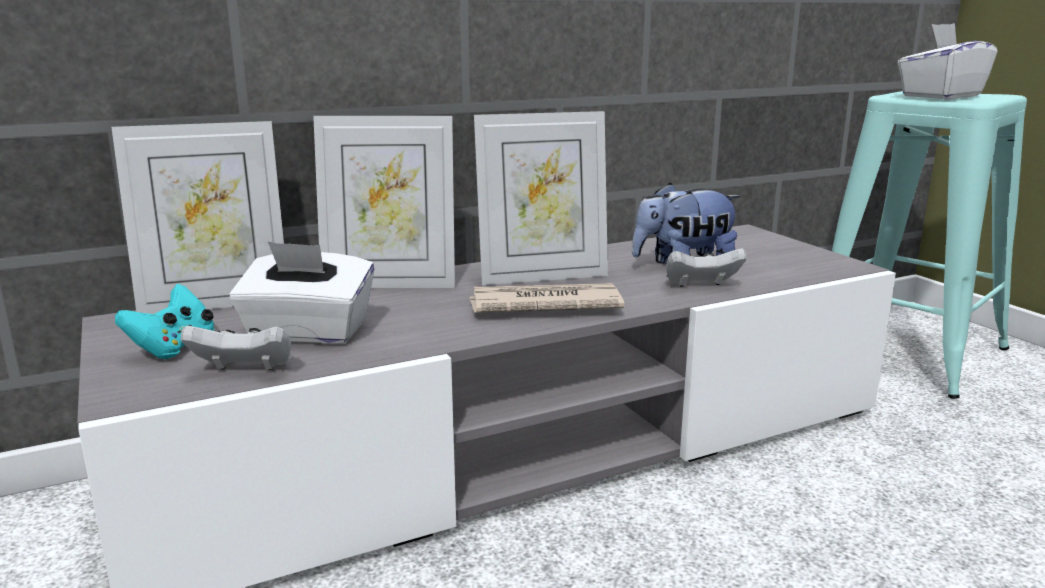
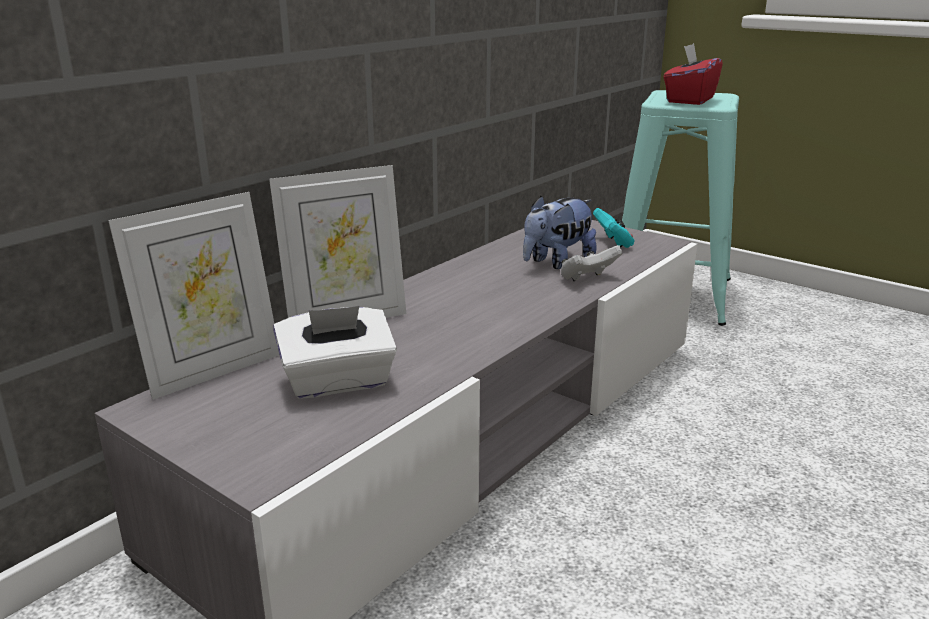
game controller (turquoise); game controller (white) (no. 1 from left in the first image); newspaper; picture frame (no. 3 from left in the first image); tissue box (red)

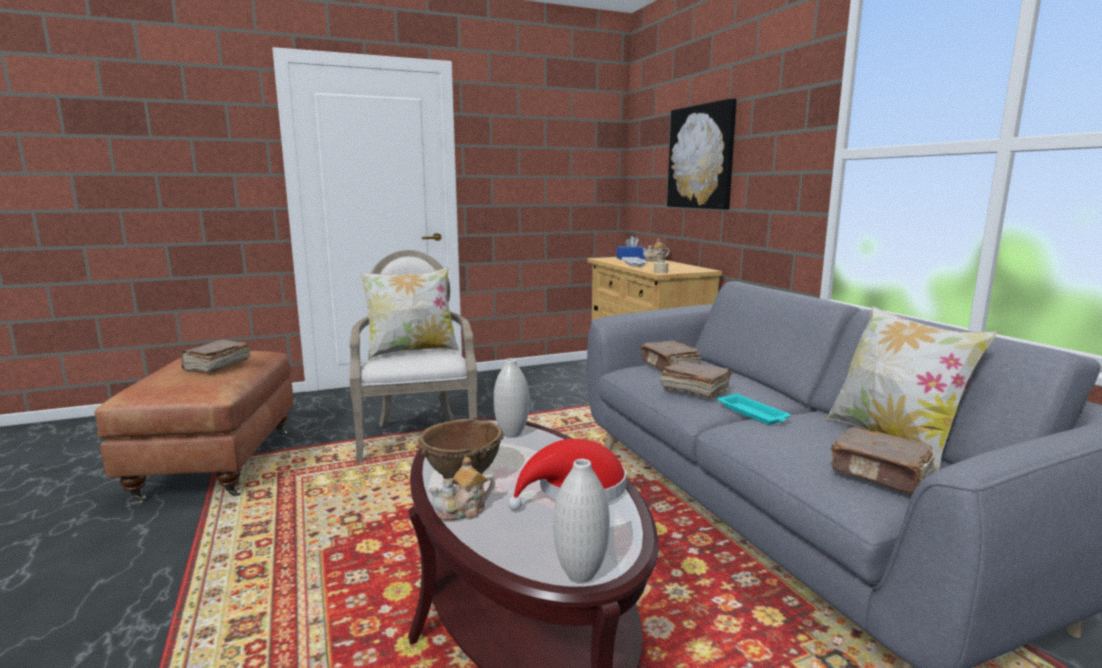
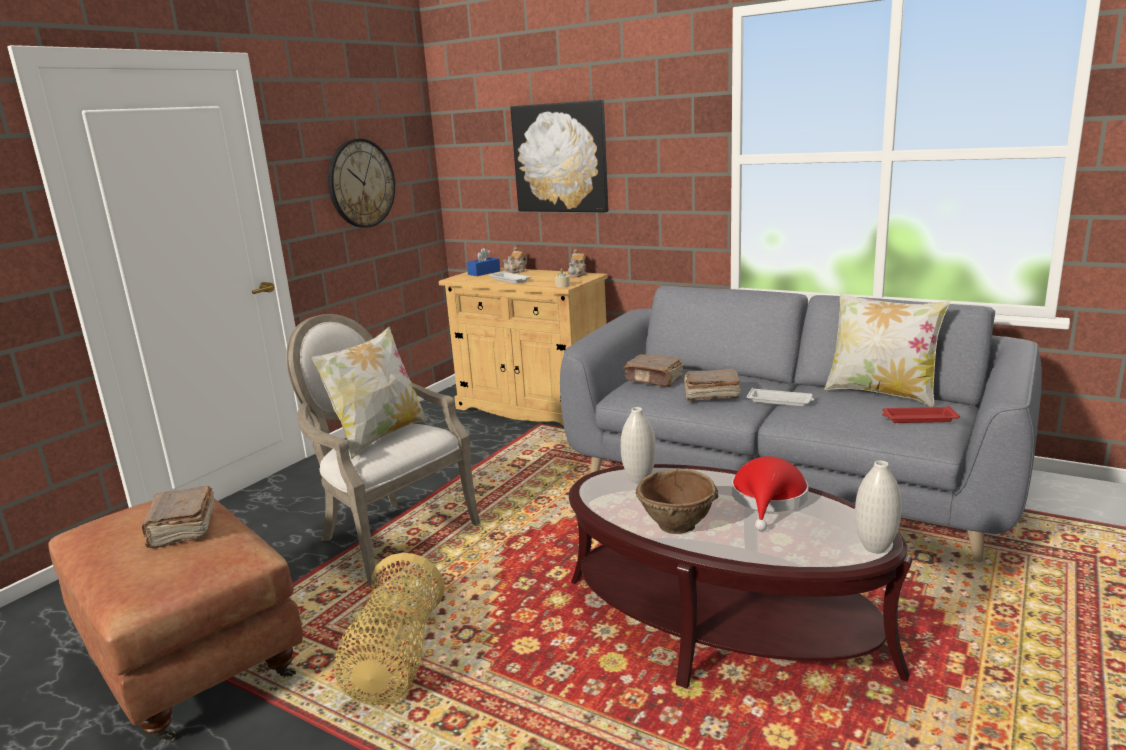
teapot (no. 2 from left); tray (white) (no. 2 from left); tray (red); wall clock; basket

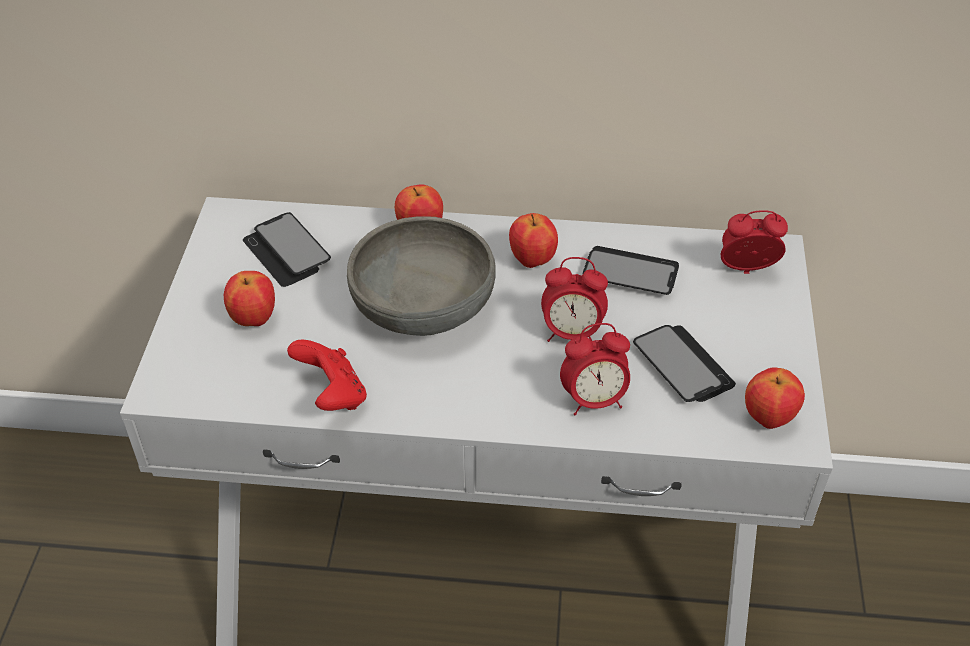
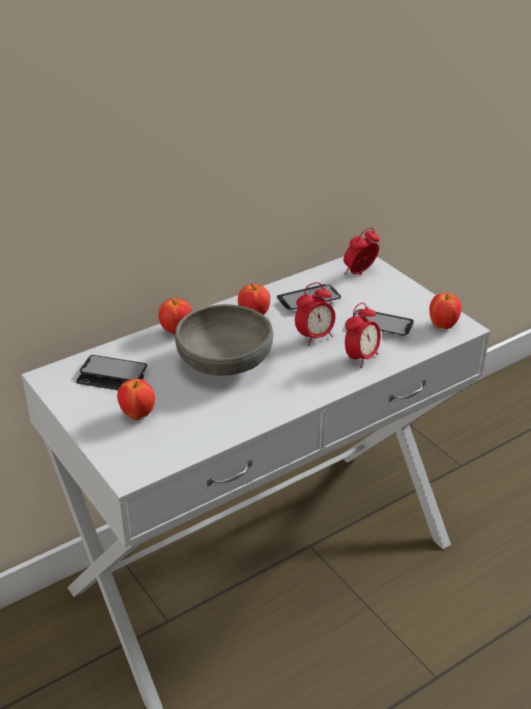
game controller (red)

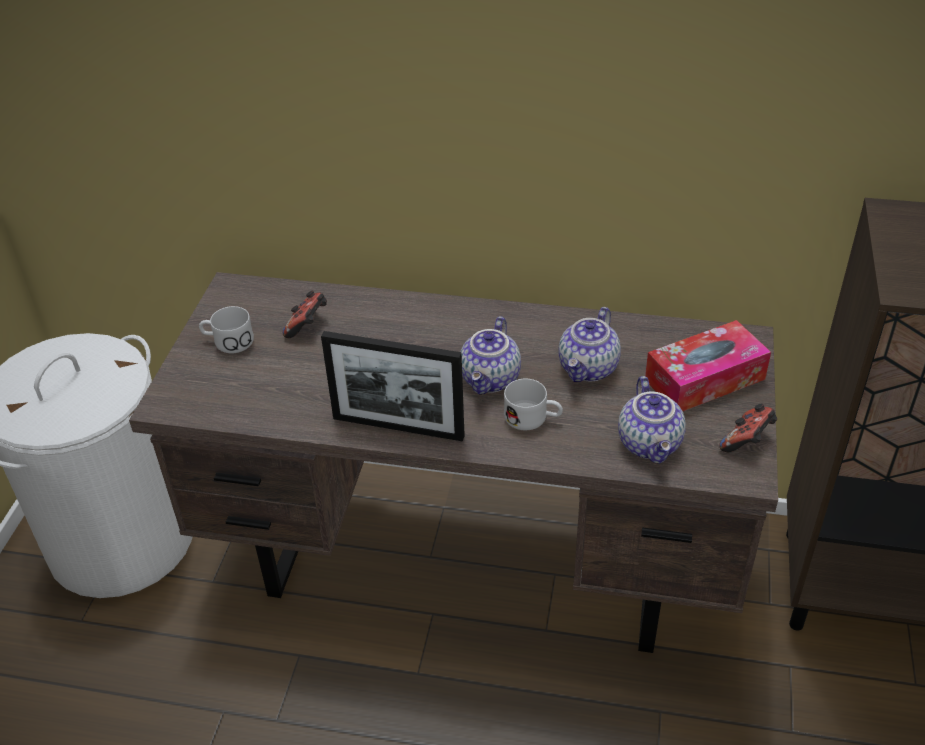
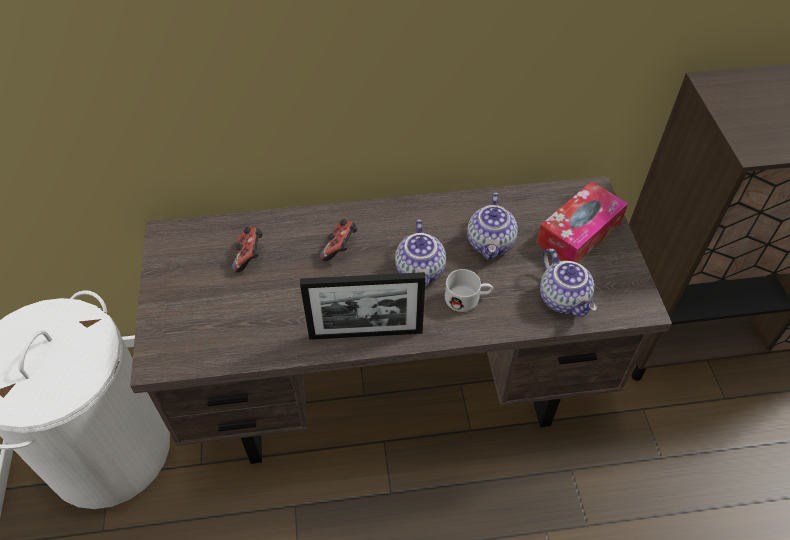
mug (white) (no. 1 from left in the first image); game controller (no. 2 from left)

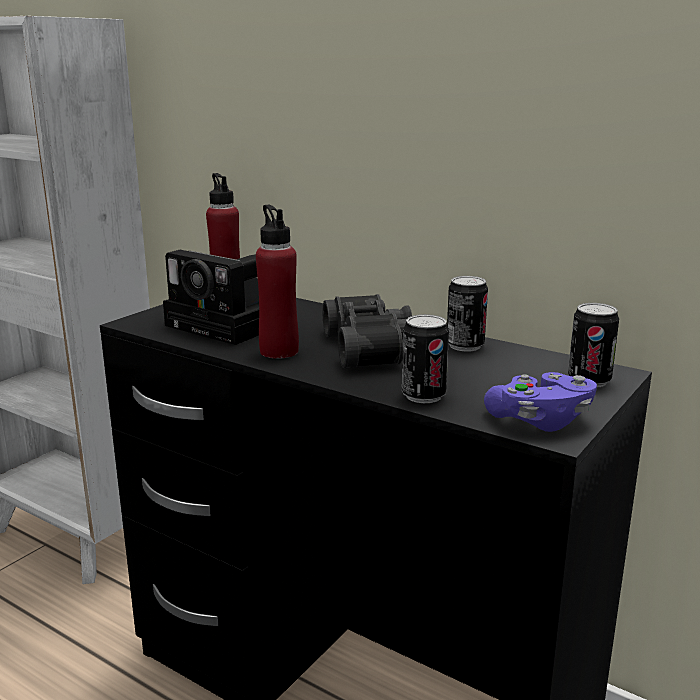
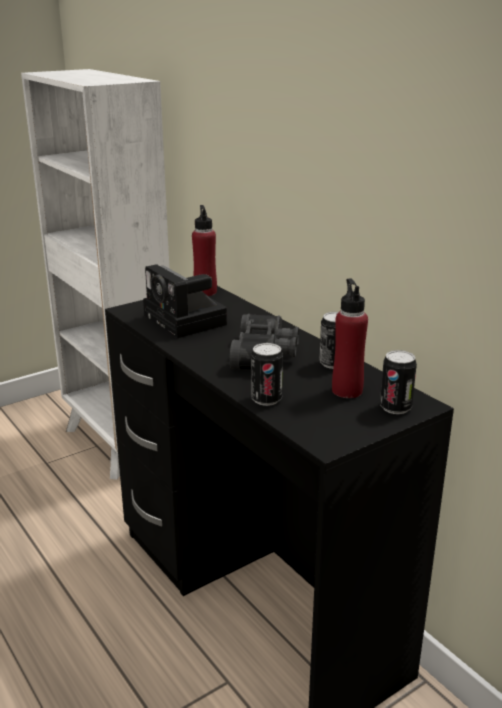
bottle (red) (no. 2 from left); game controller (purple)

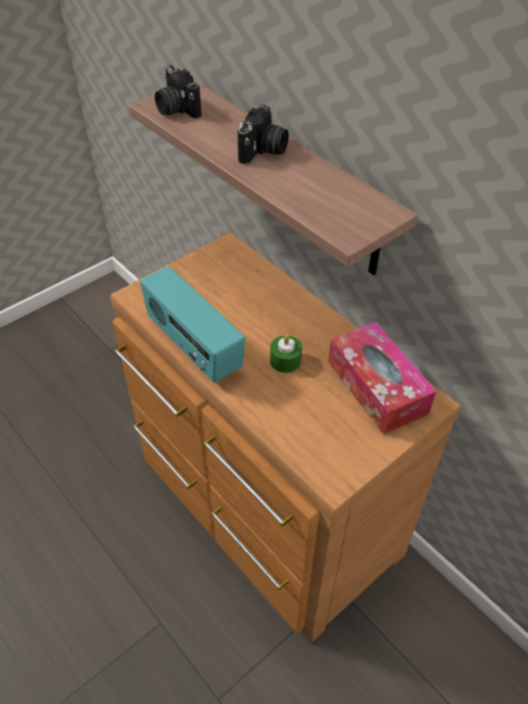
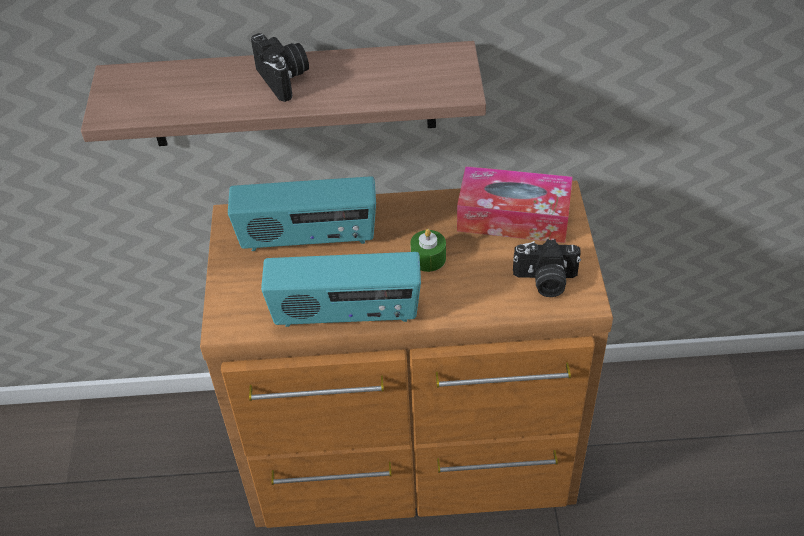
photo camera (no. 2 from left); radio (no. 1 from left)

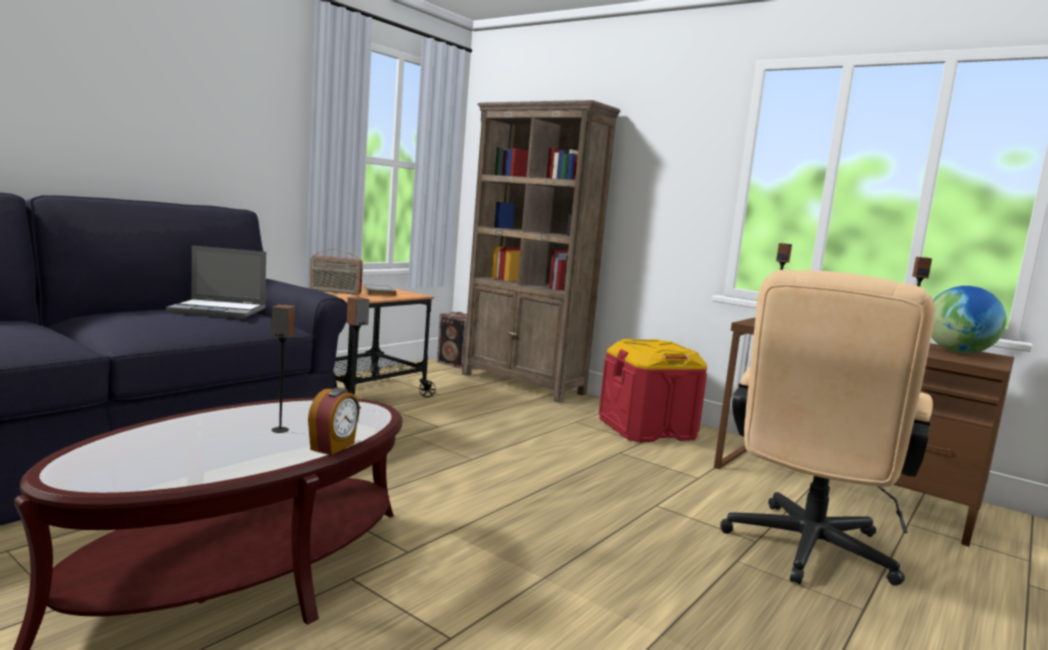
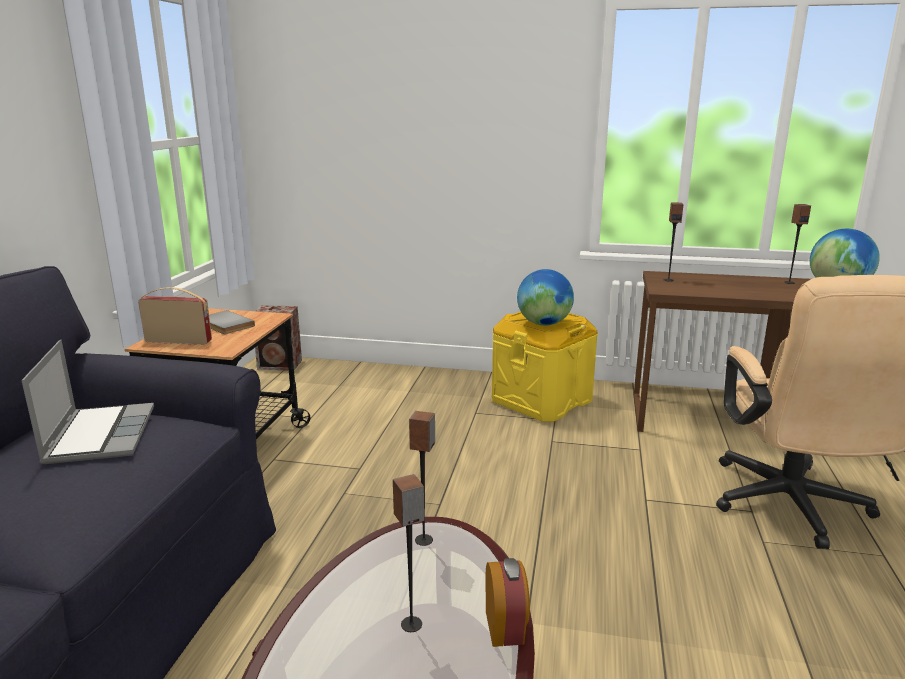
laptop; radio; bookcase (brown); storage box (yellow); globe (no. 1 from left)

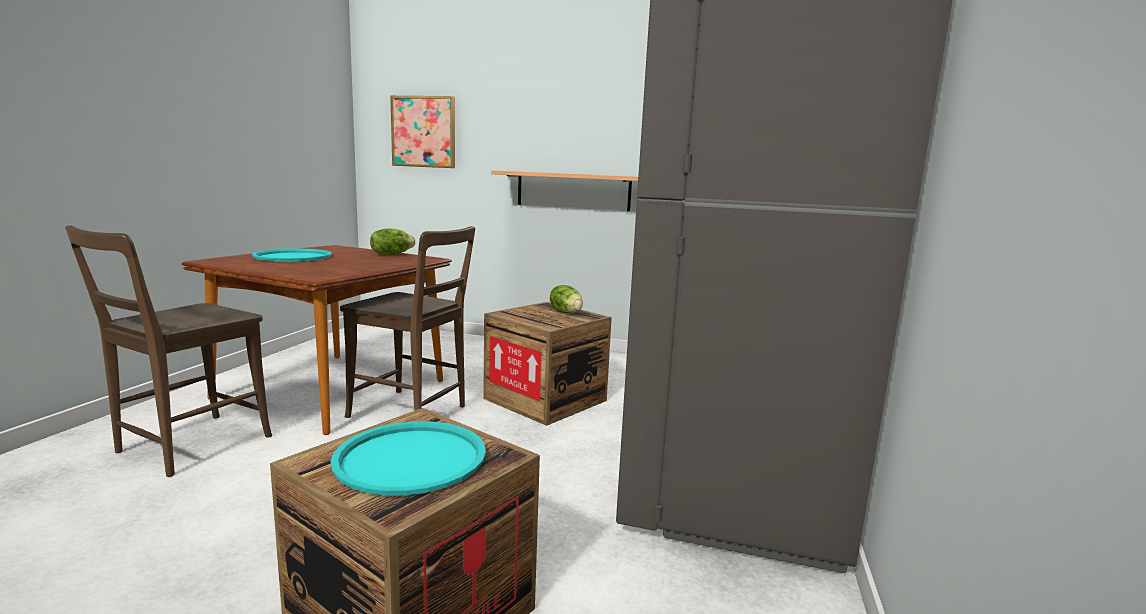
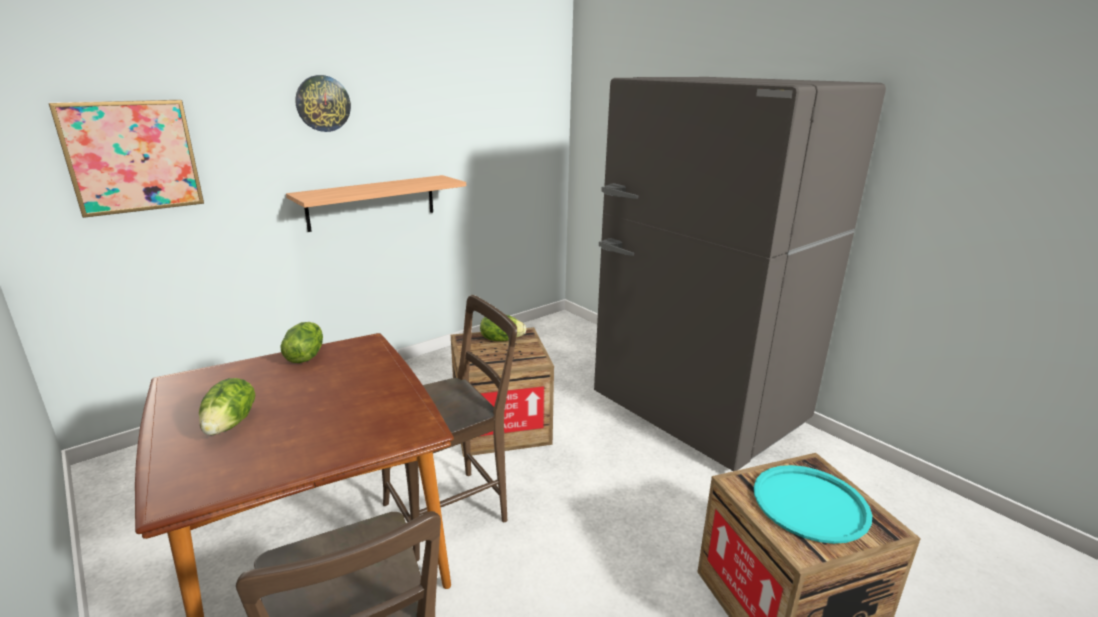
lettuce (no. 1 from left); wall clock

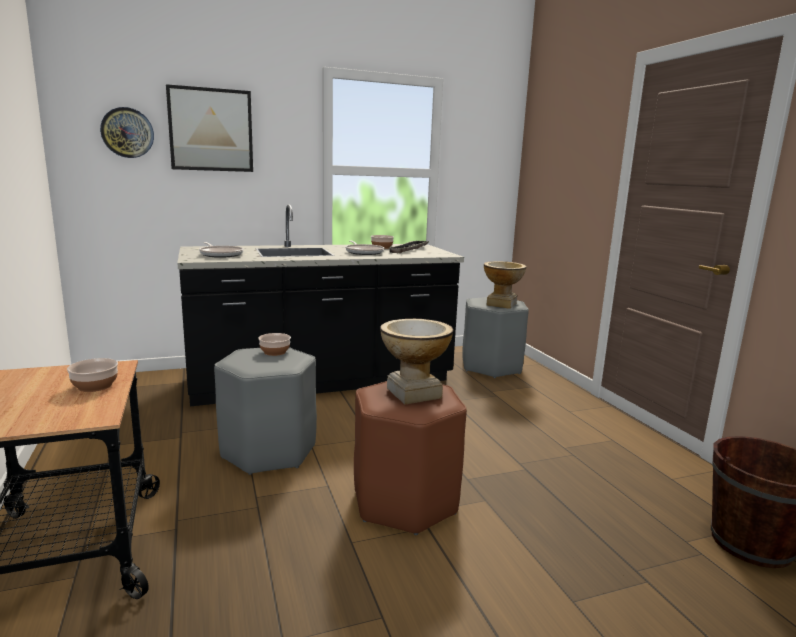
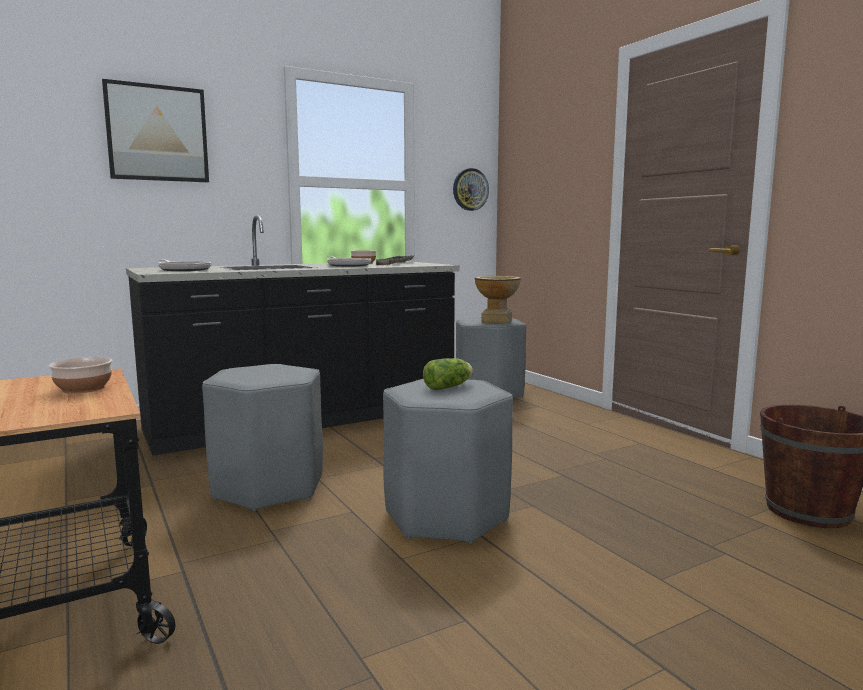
wall clock; bowl (no. 2 from left in the first image); stool (grey) (no. 2 from left); lettuce

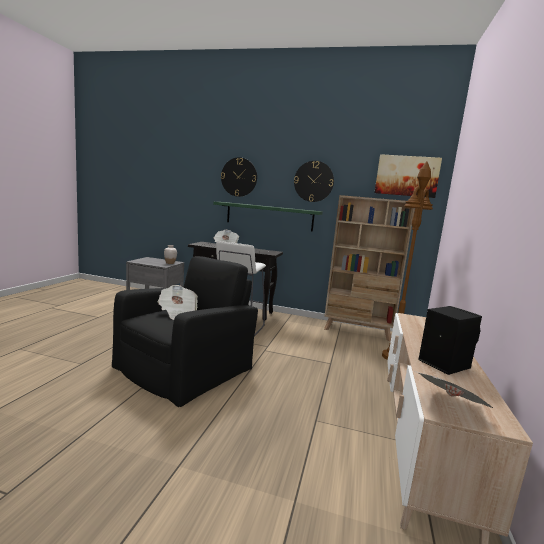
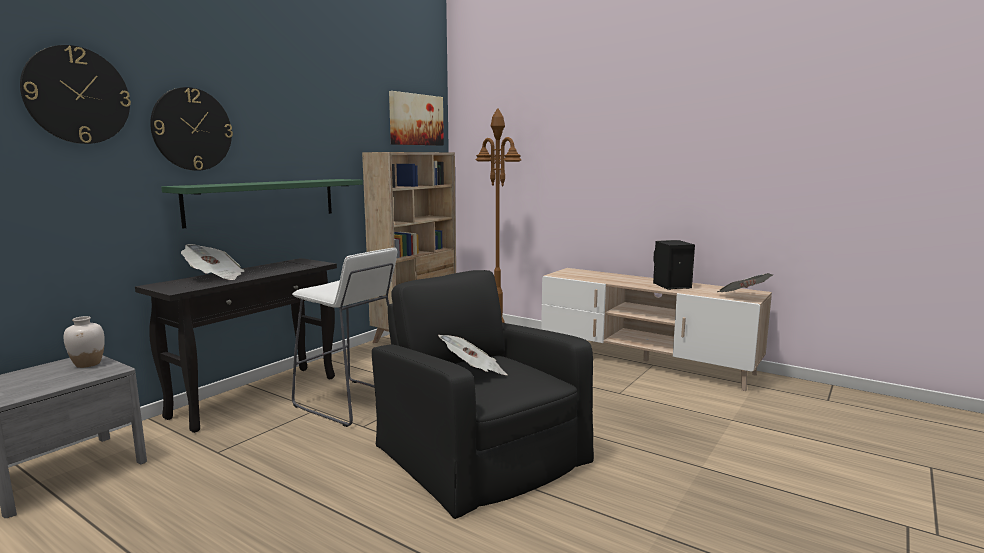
wall clock (no. 1 from left)

